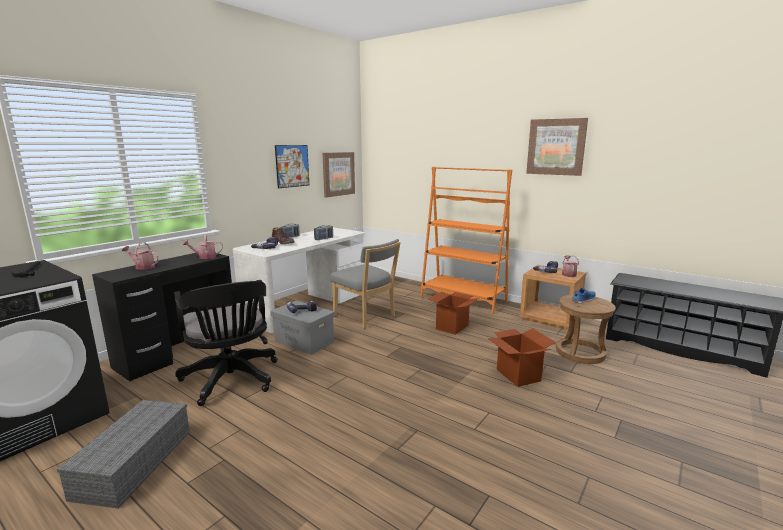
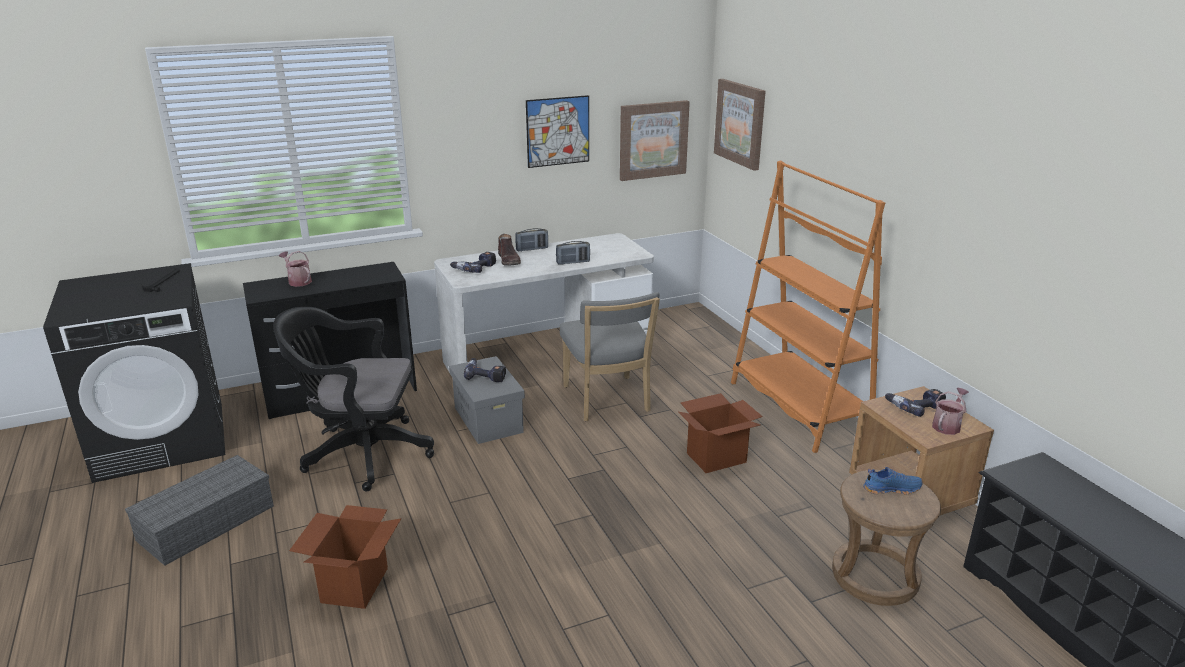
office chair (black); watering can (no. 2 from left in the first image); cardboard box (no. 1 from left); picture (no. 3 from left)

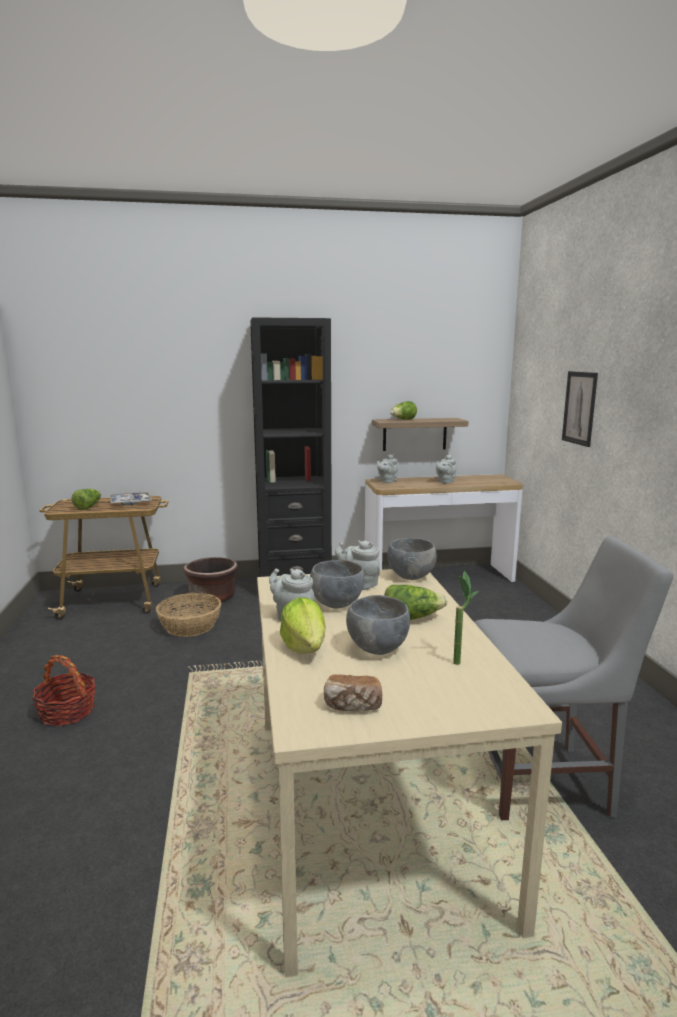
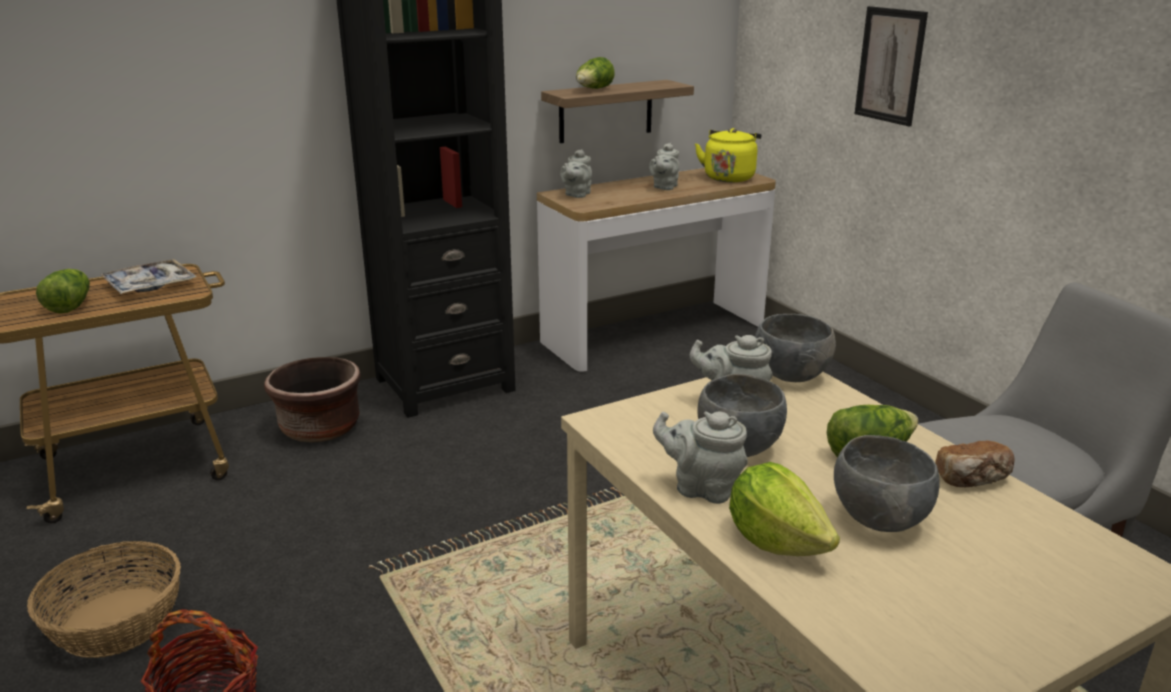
basket (no. 1 from left); bread; potted plant; kettle (yellow)

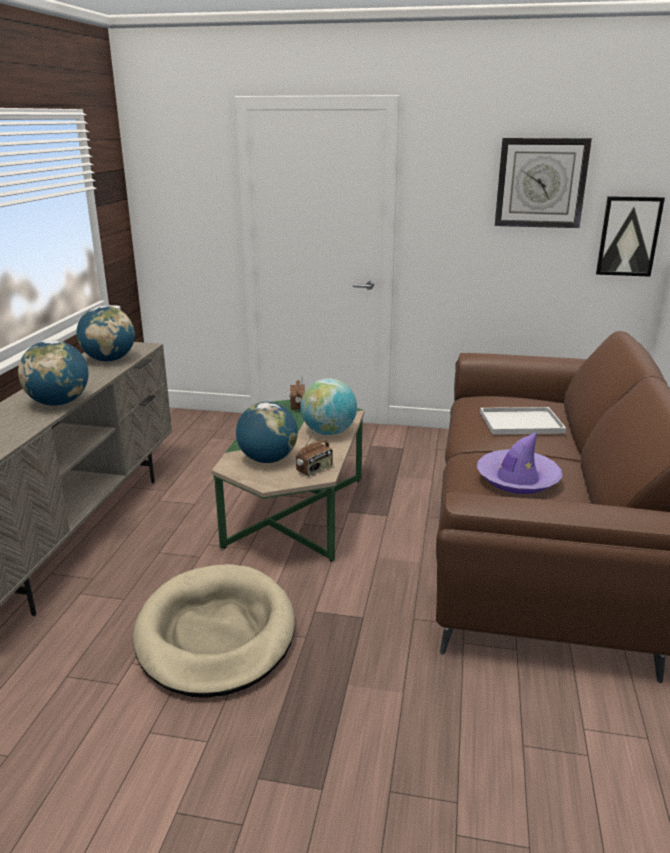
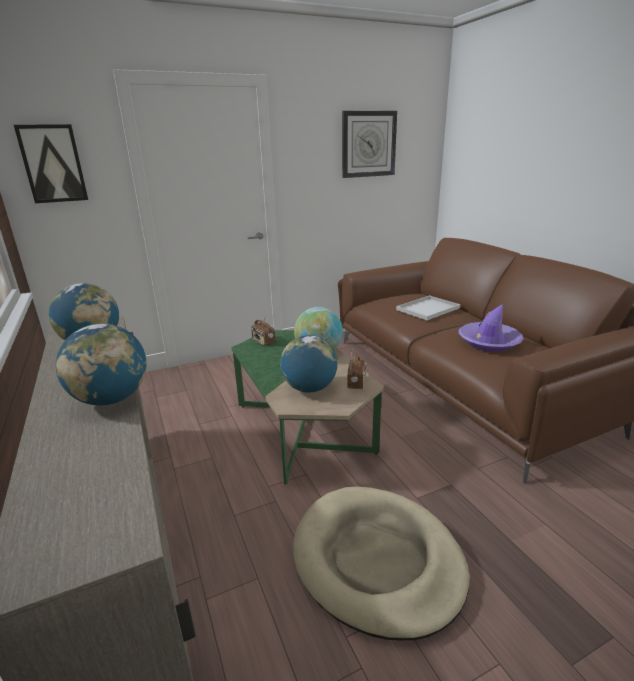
picture

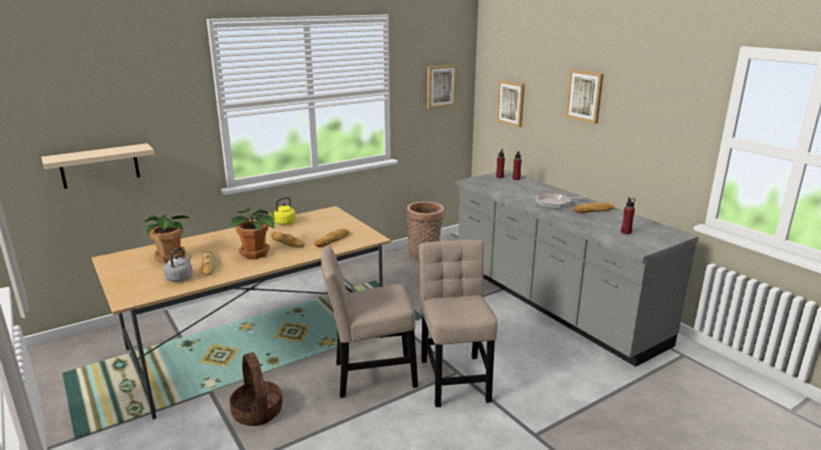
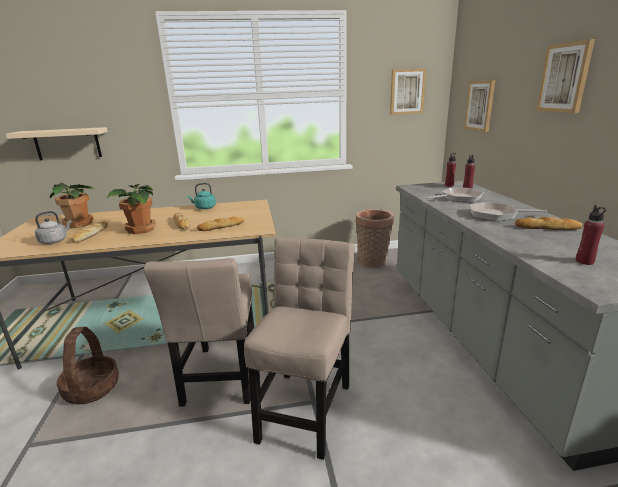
kettle (turquoise); chair (beige) (no. 1 from left); frying pan (no. 1 from left)

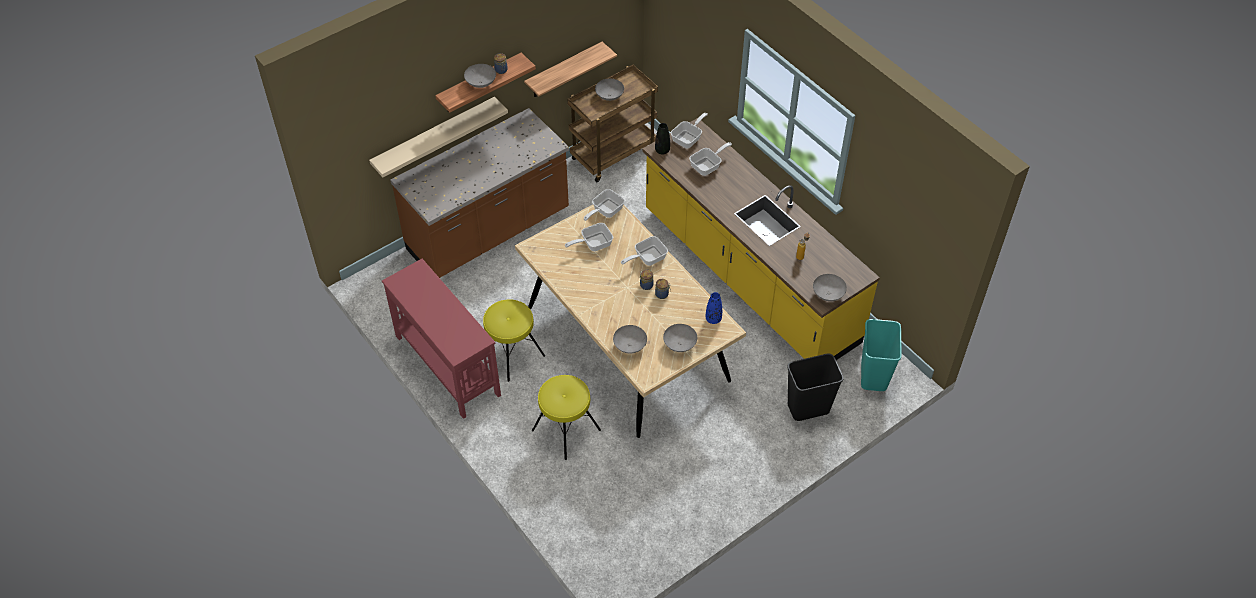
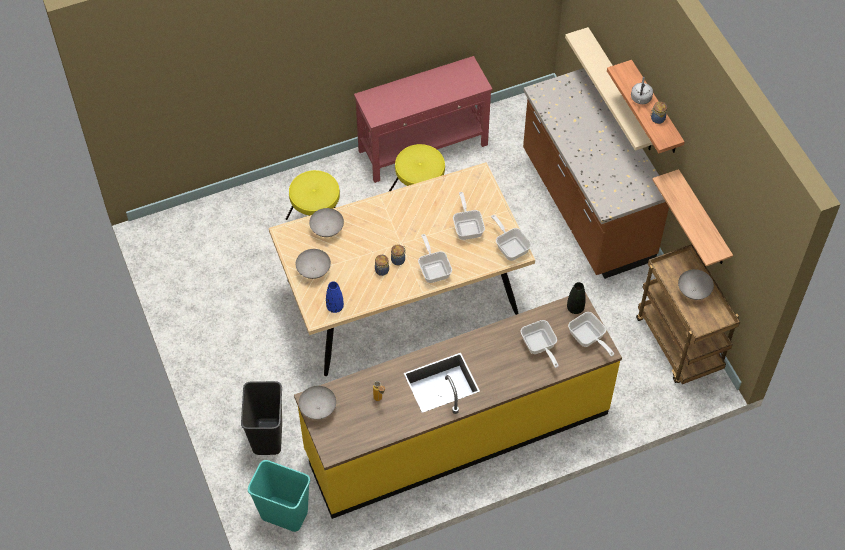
kettle (grey)

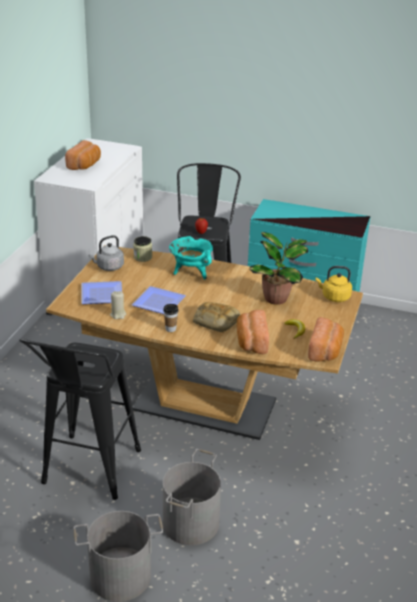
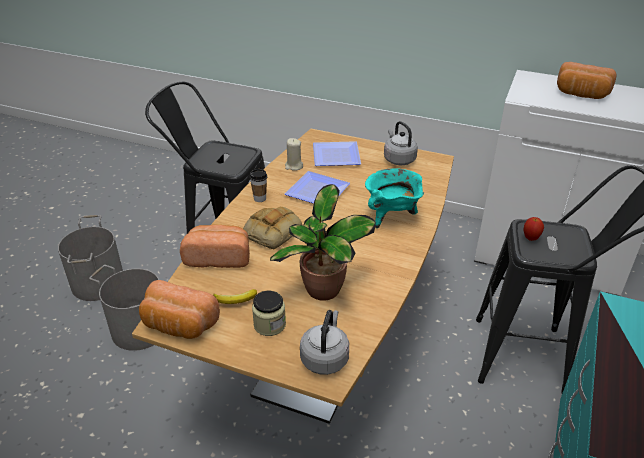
jar; kettle (grey) (no. 1 from left)

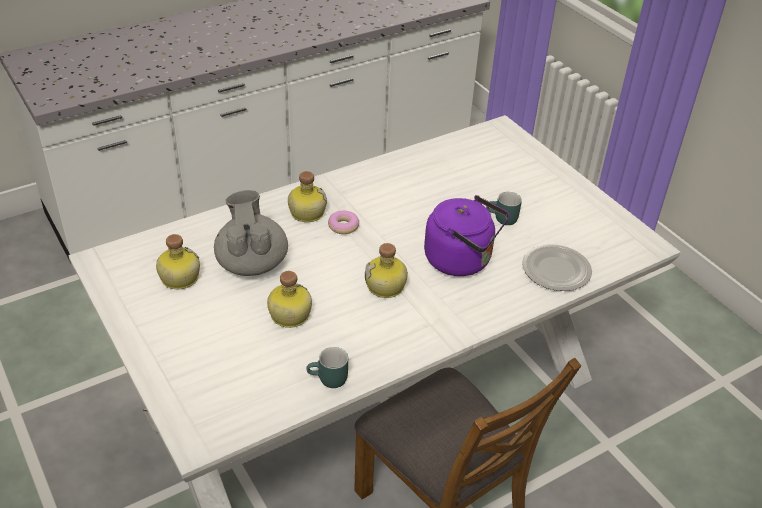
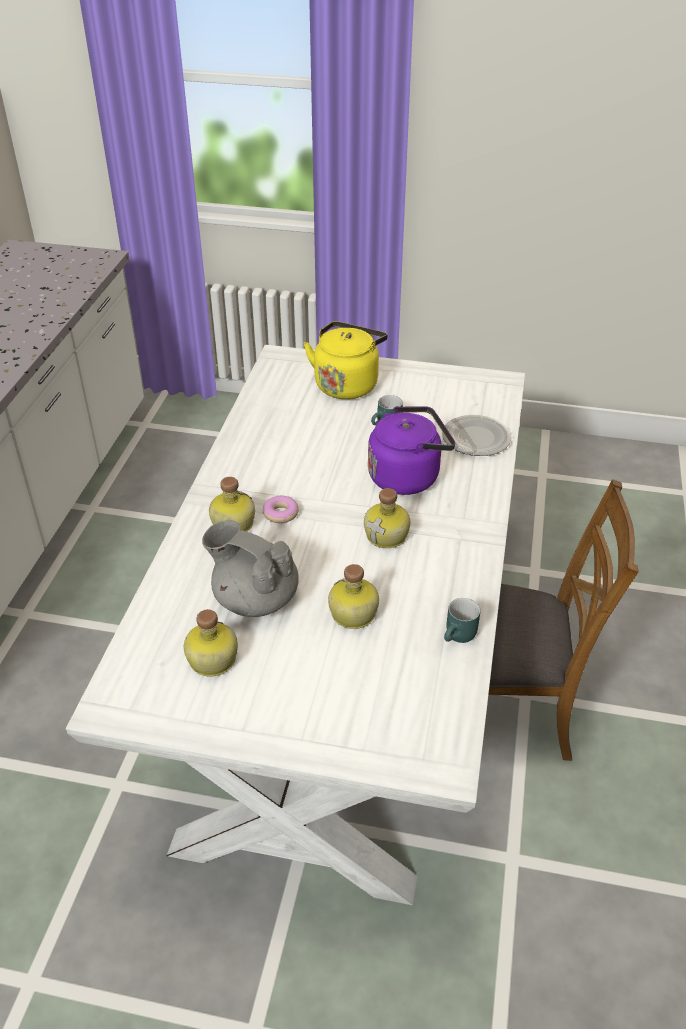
kettle (yellow)

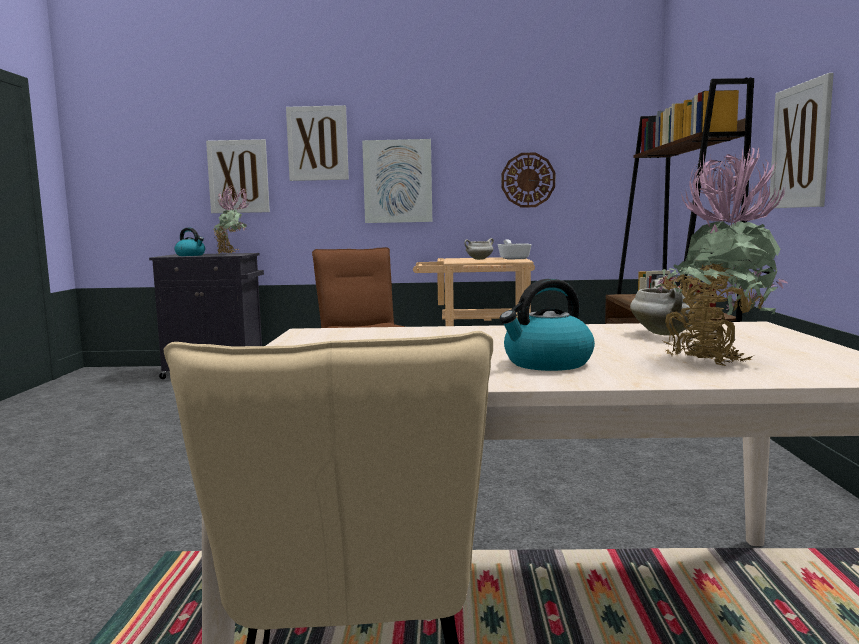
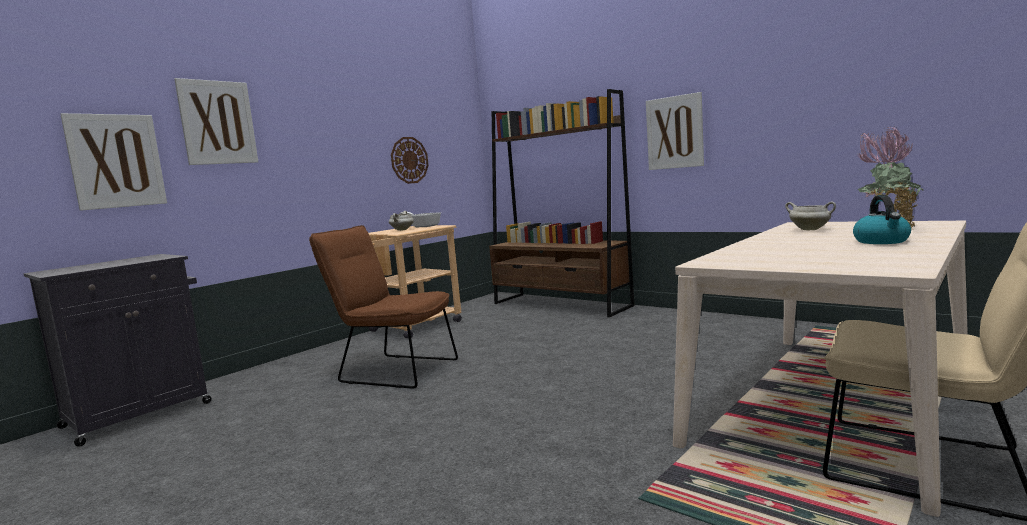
kettle (no. 1 from left in the first image); potted plant (no. 1 from left in the first image); picture (no. 3 from left in the first image)

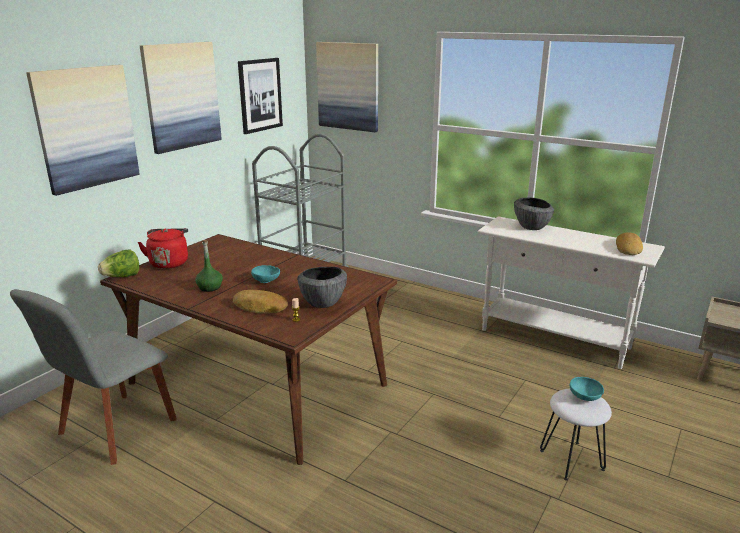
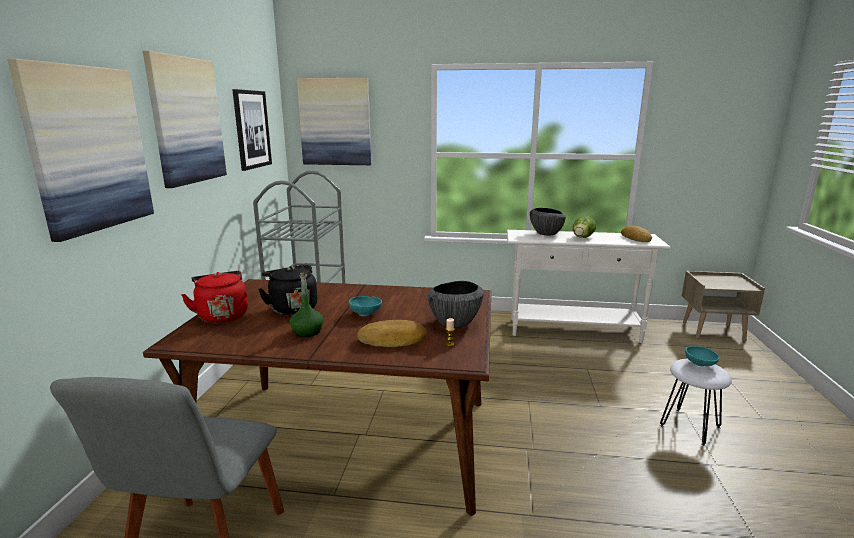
lettuce; kettle (black)

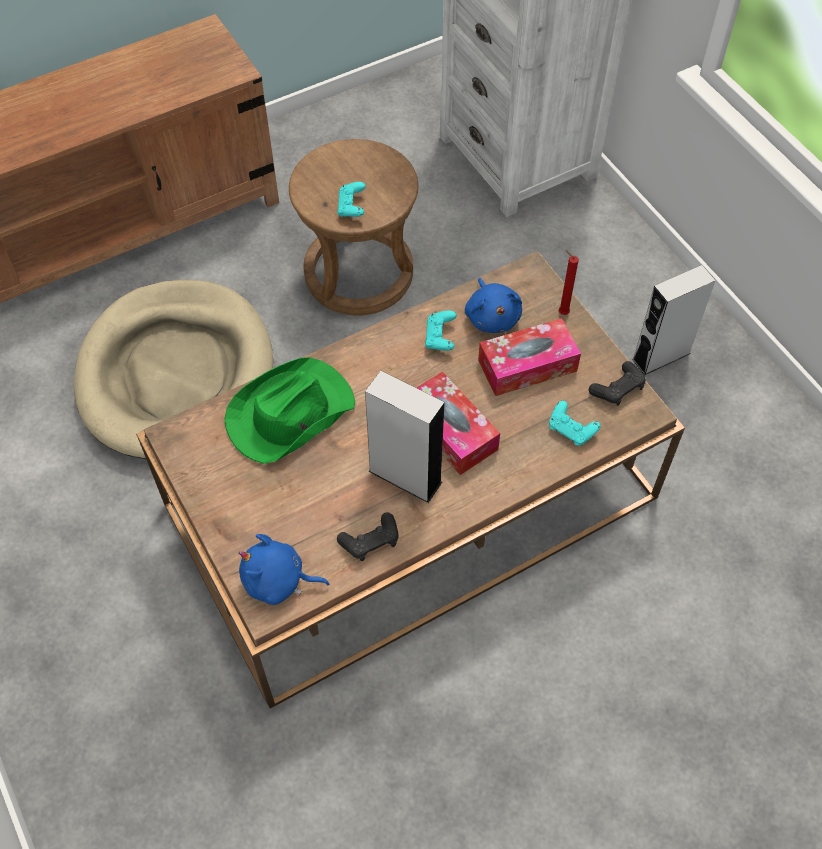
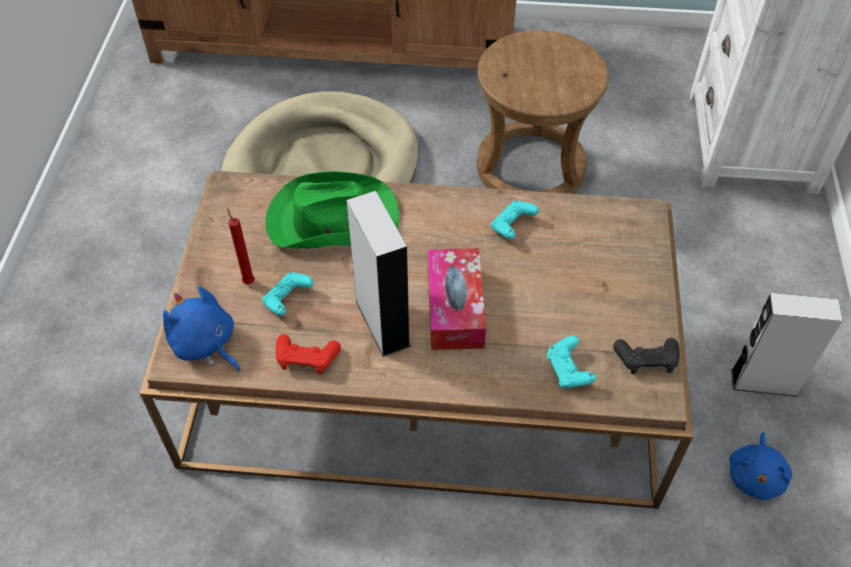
game controller (turquoise) (no. 1 from left); game controller (red); plush toy (blue) (no. 2 from left); tissue box (no. 2 from left in the first image); candle (red)

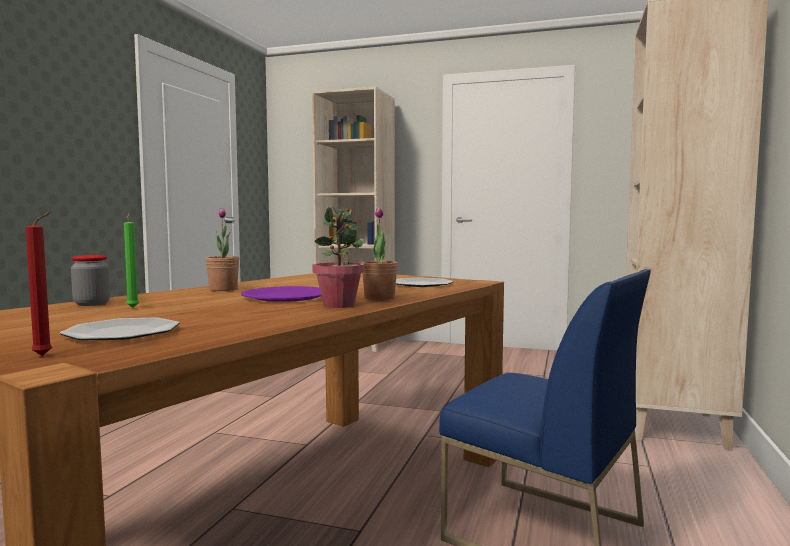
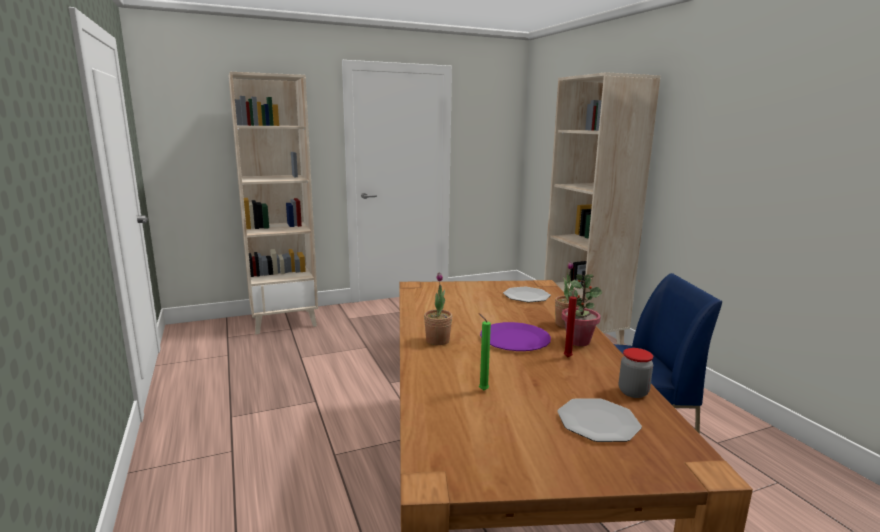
candle (red); jar

